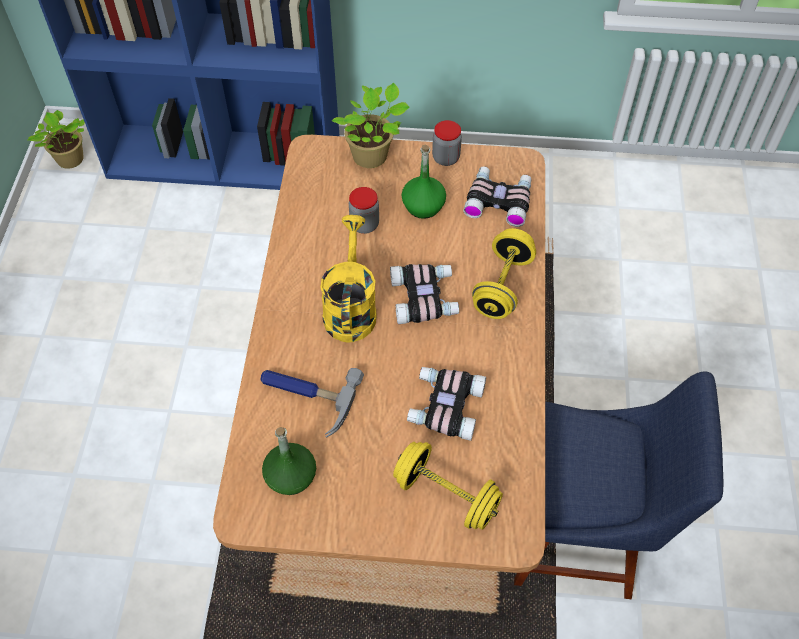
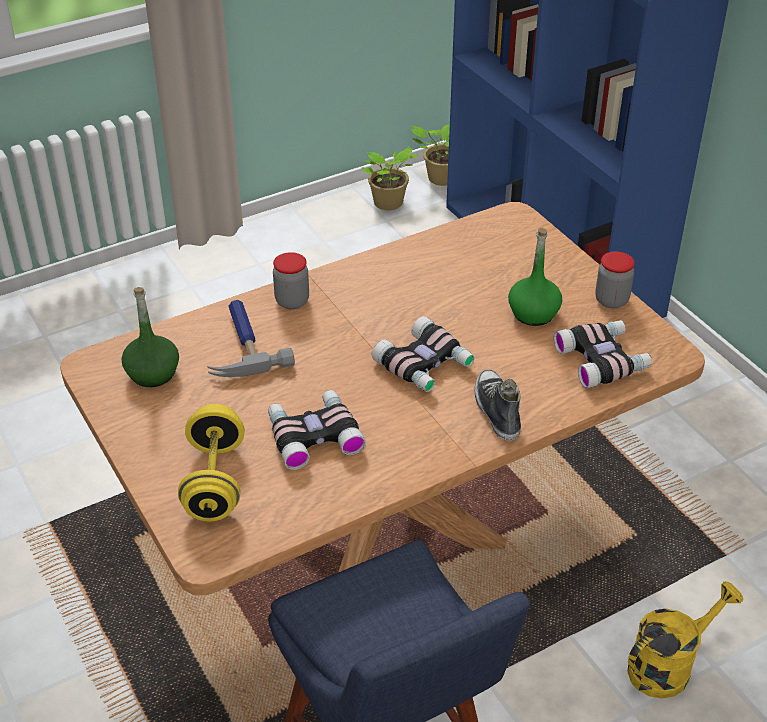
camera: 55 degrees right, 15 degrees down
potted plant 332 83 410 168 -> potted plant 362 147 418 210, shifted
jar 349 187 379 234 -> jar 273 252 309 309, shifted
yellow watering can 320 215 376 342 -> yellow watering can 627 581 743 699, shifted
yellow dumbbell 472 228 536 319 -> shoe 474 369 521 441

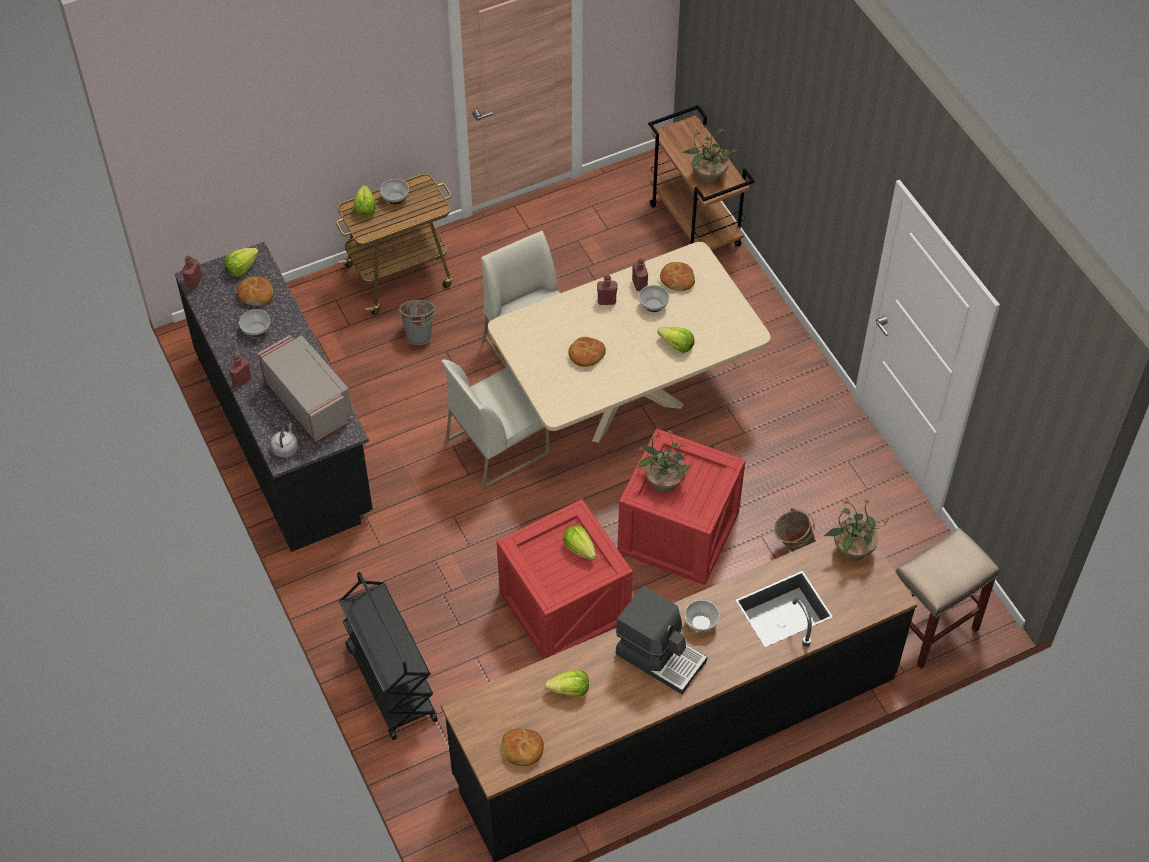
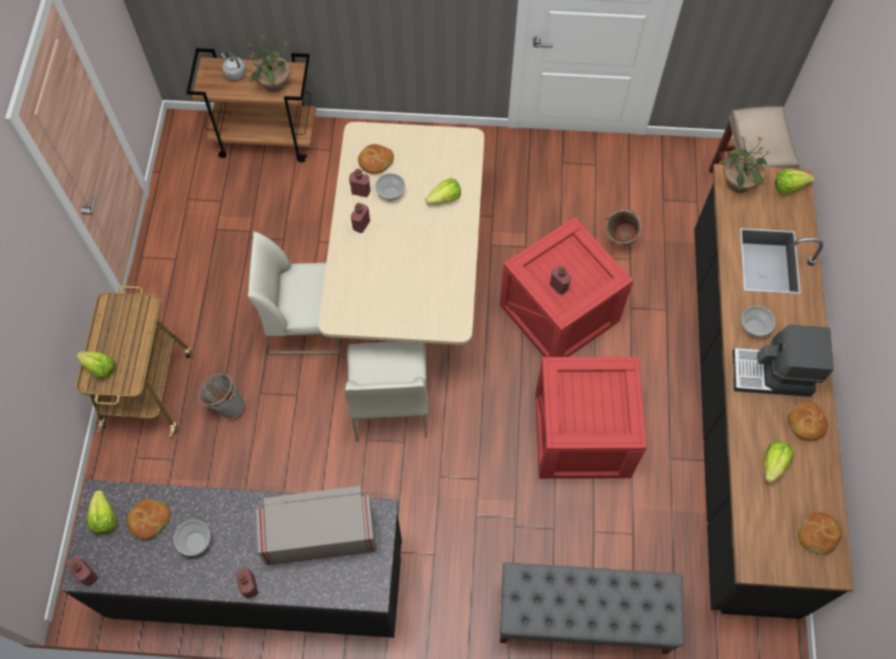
camera: 60 degrees left, 10 degrees up
bowl 380 179 409 205 -> none
bread 568 337 606 367 -> bread 788 401 828 441, shifted
grey kettle 270 423 298 458 -> grey kettle 221 52 246 80, shifted
potted plant 638 430 690 493 -> red bottle 550 266 571 295
lettuce 563 525 596 560 -> lettuce 775 170 814 194, shifted
black cart 339 572 438 740 -> grey bench 500 562 685 654
coffee machine 616 586 707 694 -> coffee machine 732 324 834 397, 150 degrees counterclockwise

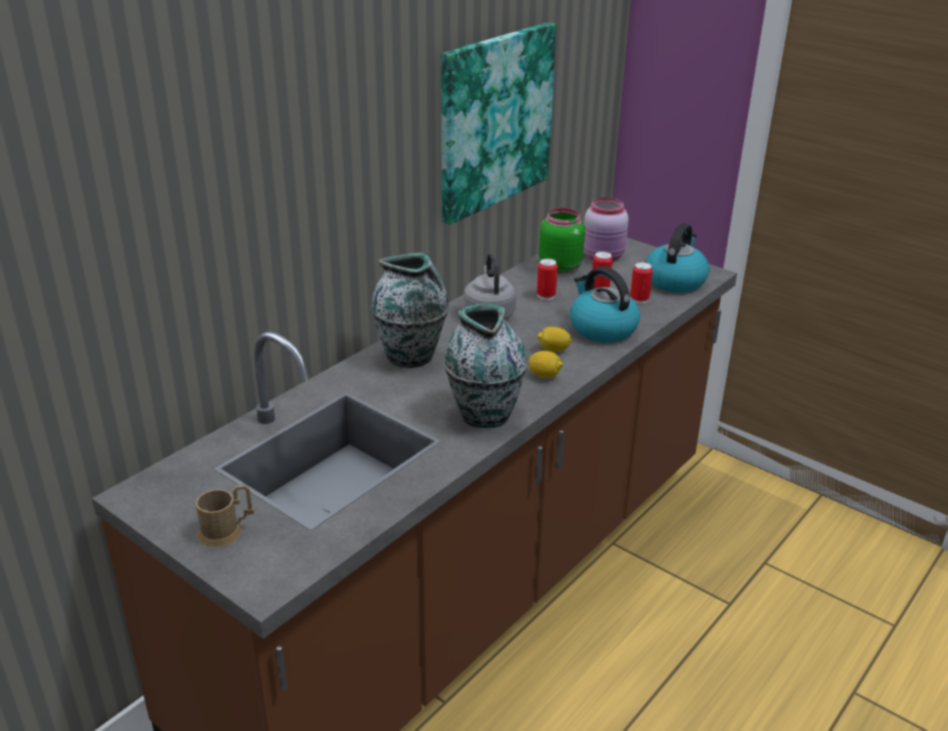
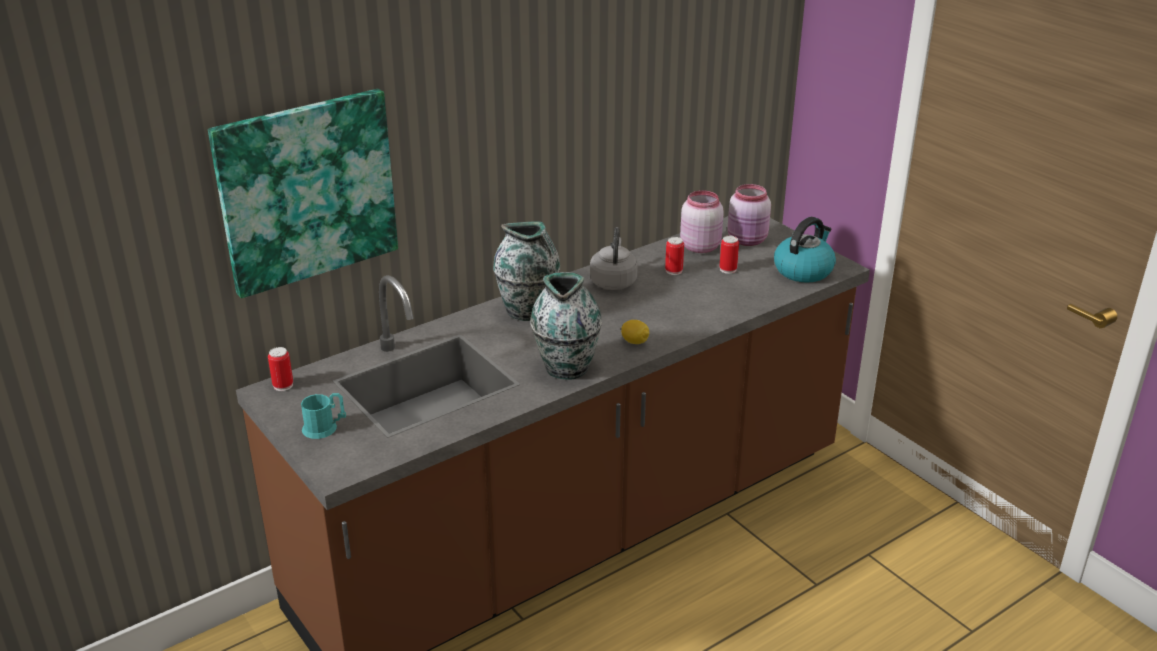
camera: 15 degrees right, 0 degrees up
picture 441 22 557 225 -> picture 208 89 398 298, shifted
green jar 539 208 585 275 -> pink jar 680 190 724 253
can 630 262 653 304 -> can 268 347 293 391, shifted
kettle 570 266 640 343 -> none
lemon 537 327 572 352 -> none
brown mug 196 485 254 547 -> turquoise mug 301 393 346 439

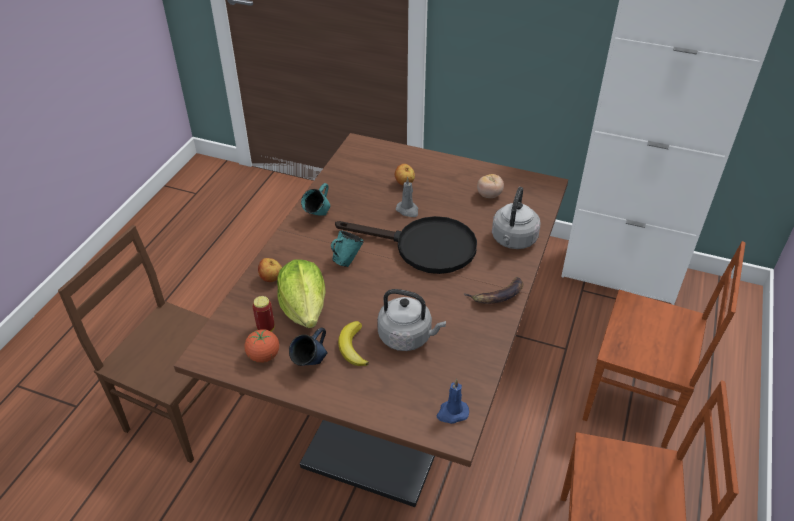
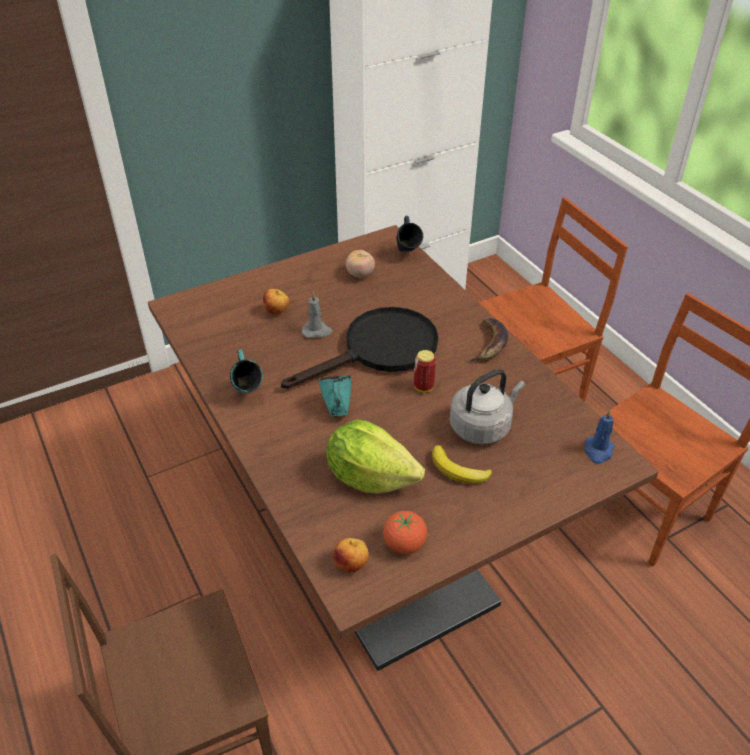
camera: 50 degrees left, 0 degrees up
grey kettle 492 187 540 249 -> none
apple 258 258 282 282 -> apple 333 538 369 573, shifted
can 252 296 275 332 -> can 414 350 436 393, shifted
blue mug 289 328 327 366 -> blue mug 397 216 423 251, shifted

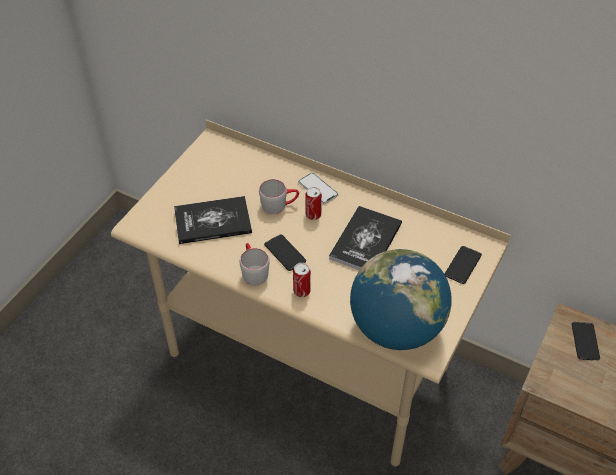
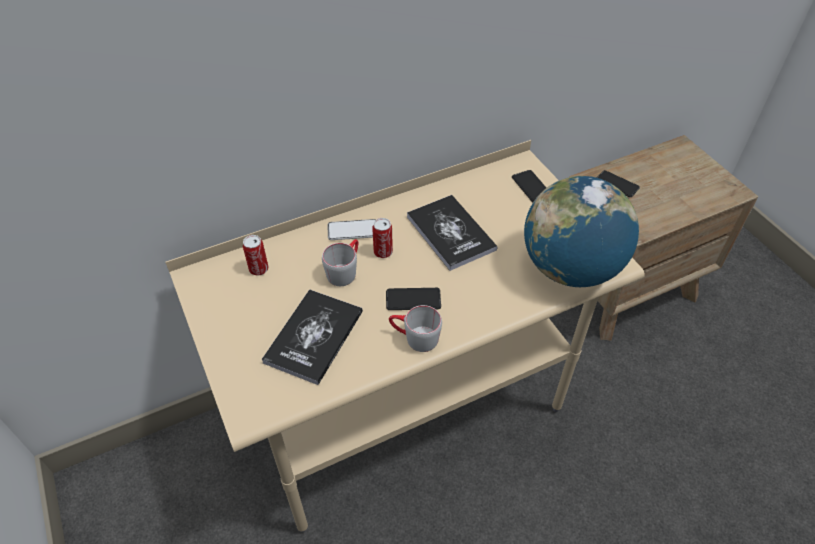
camera: 55 degrees left, 0 degrees up
can 293 263 311 297 -> can 243 235 268 276, shifted

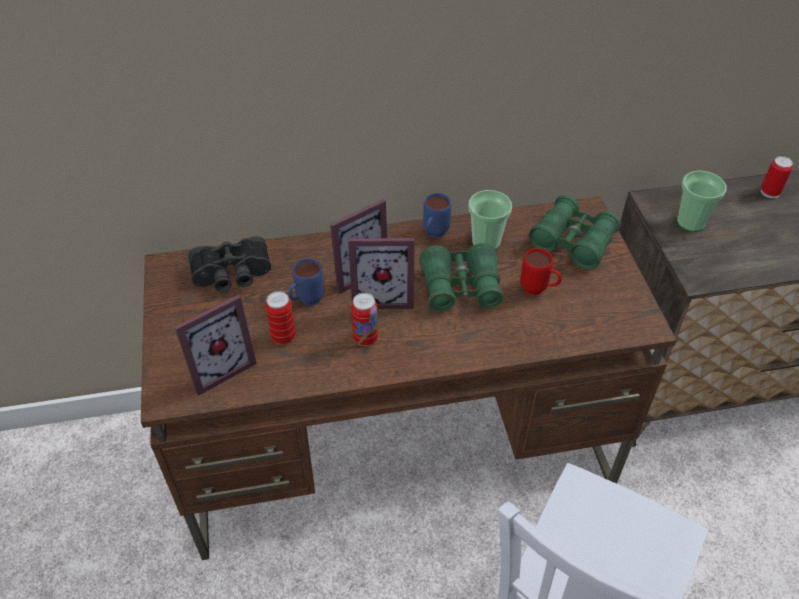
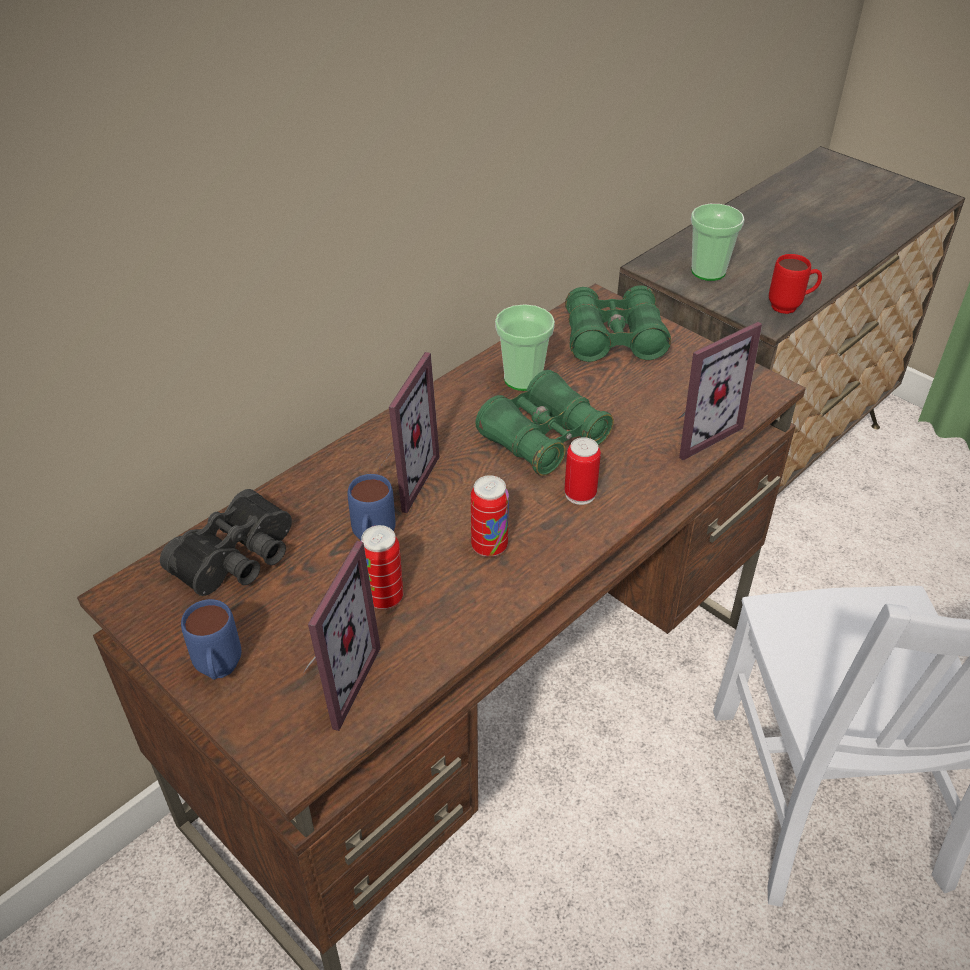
camera: 35 degrees left, 5 degrees down
can 761 156 793 198 -> can 564 437 601 505, shifted
blue mug 423 193 451 238 -> blue mug 181 599 241 680, shifted
picture frame 348 238 415 309 -> picture frame 679 322 762 460, shifted
red mug 520 248 562 295 -> red mug 769 254 822 314, shifted

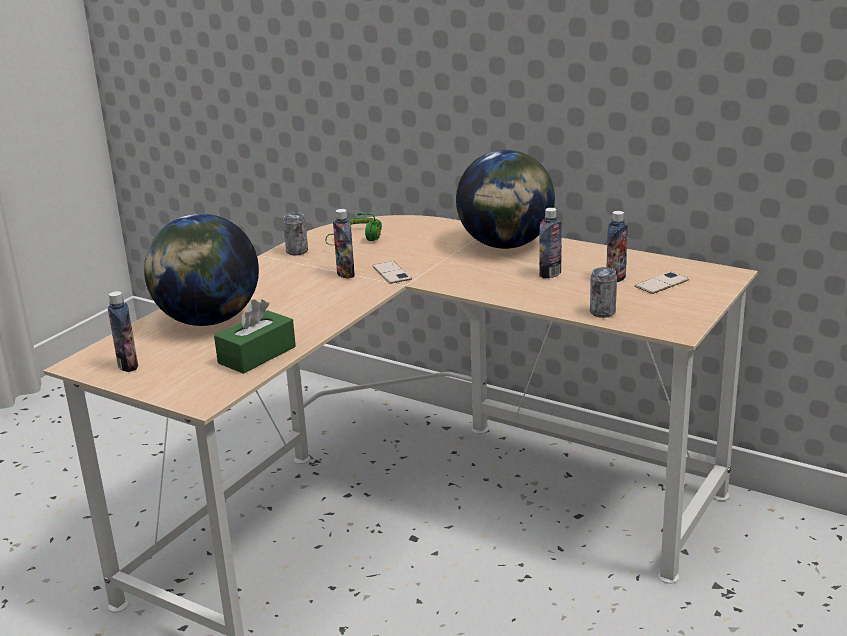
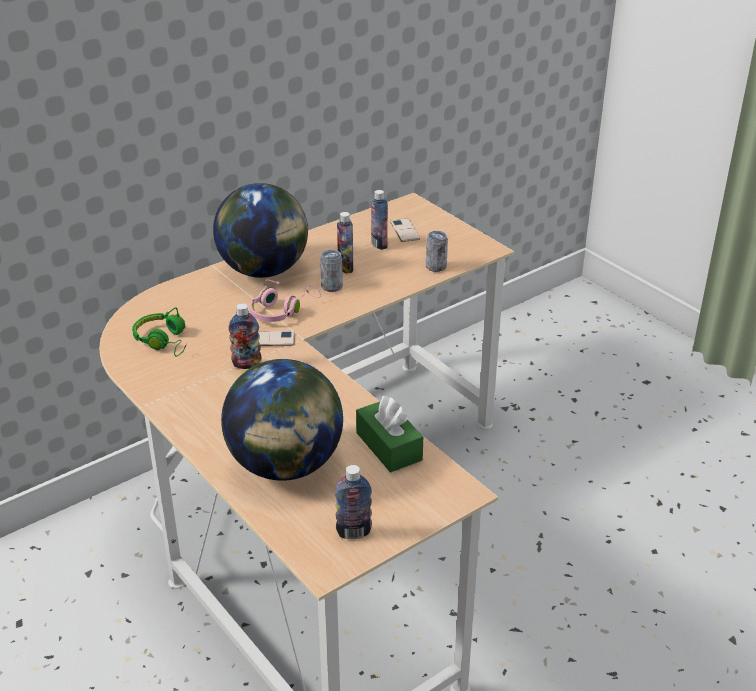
camera: 70 degrees left, 10 degrees up
can 283 212 308 255 -> can 320 250 343 292, shifted
none -> pink headphones 249 279 321 322

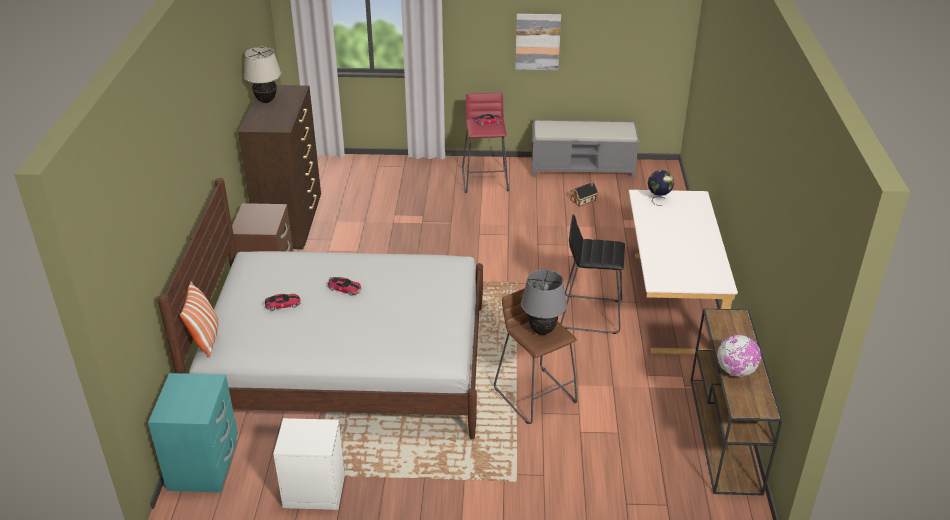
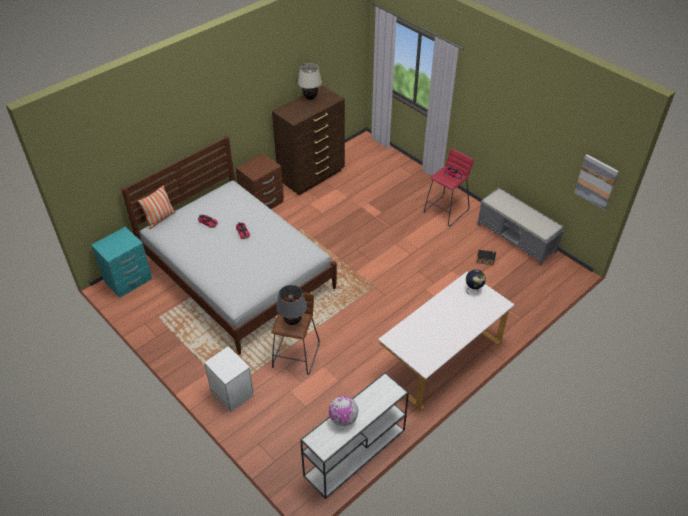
camera: 45 degrees right, 10 degrees up
picture 515 14 561 70 -> picture 574 154 619 210, shifted
black stool 560 214 625 334 -> none
brown console table 690 309 783 496 -> white console table 300 372 409 499
white nightstand 273 418 345 510 -> white nightstand 204 346 254 412, shifted

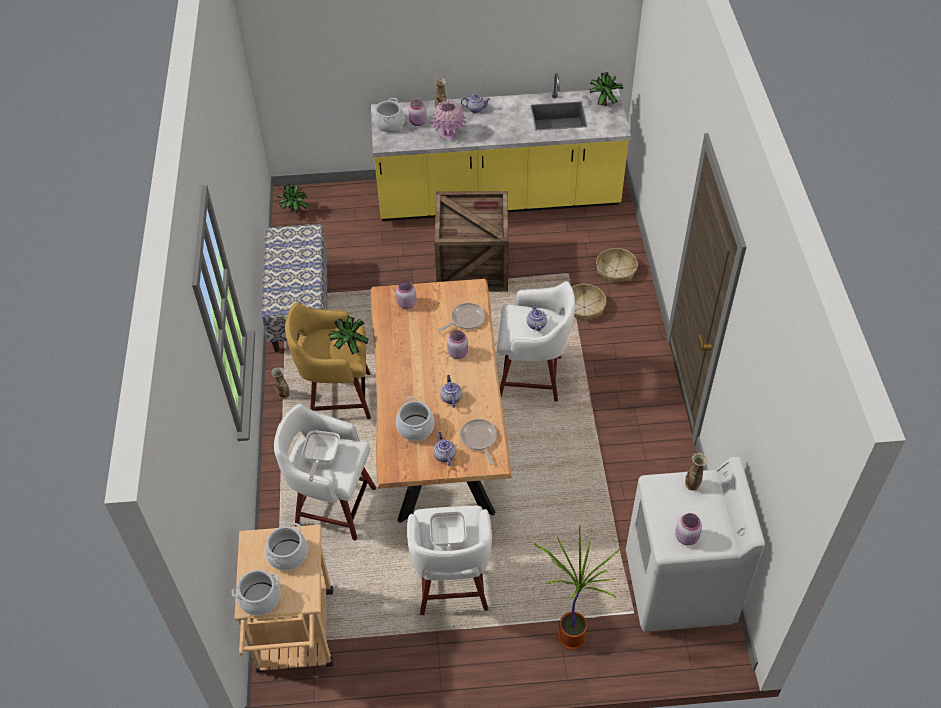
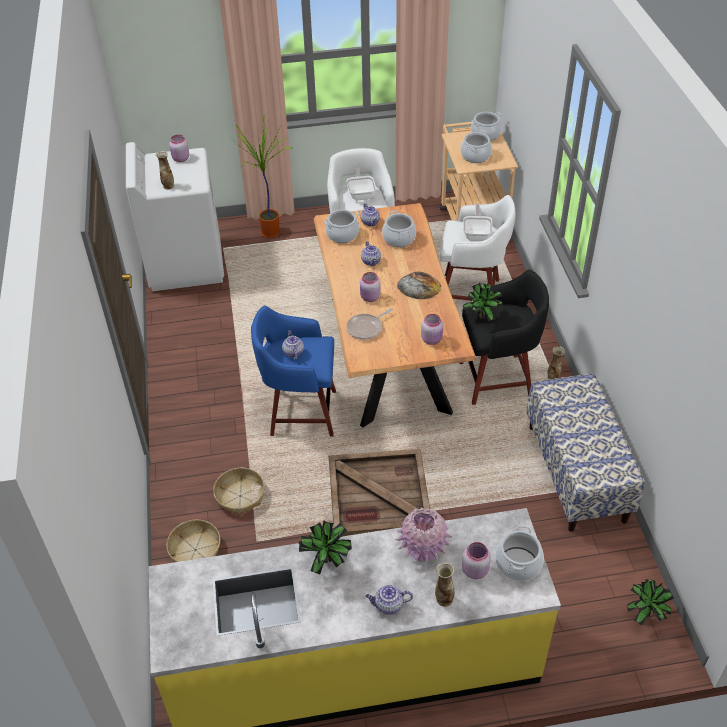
camera: 175 degrees right, 5 degrees down
potted plant 589 72 623 106 -> potted plant 299 520 352 575, shifted
white stool 497 281 575 402 -> blue stool 251 305 336 436
yellow stool 285 302 371 419 -> black stool 459 270 549 405
frying pan 460 419 497 465 -> cooking pot 324 209 359 243
none -> bread 397 272 441 299

